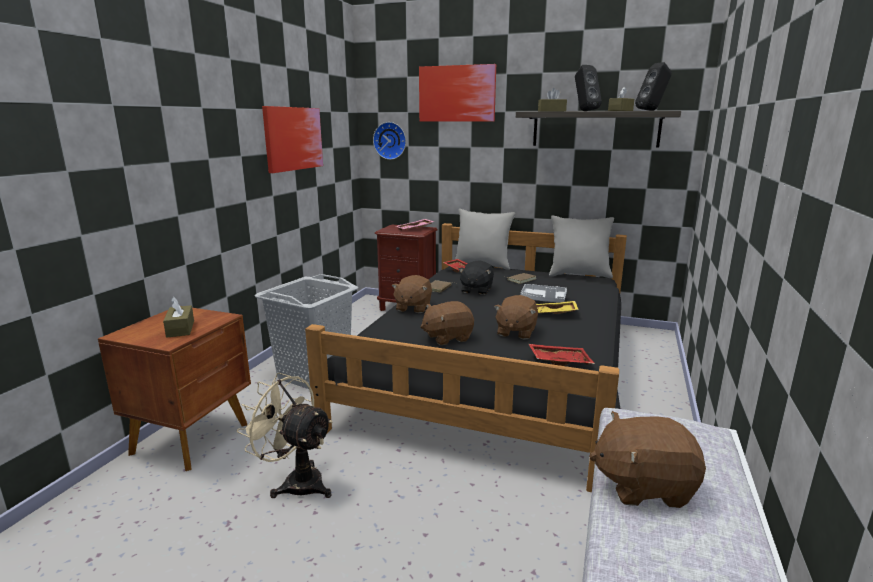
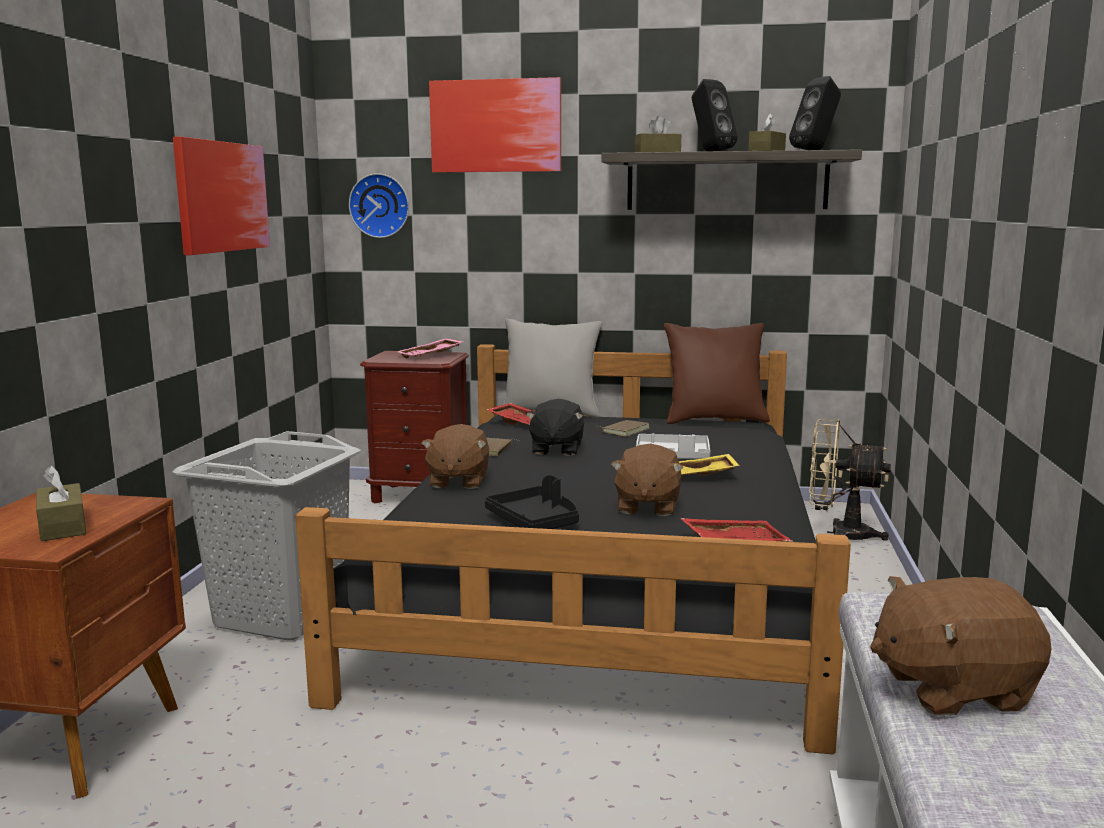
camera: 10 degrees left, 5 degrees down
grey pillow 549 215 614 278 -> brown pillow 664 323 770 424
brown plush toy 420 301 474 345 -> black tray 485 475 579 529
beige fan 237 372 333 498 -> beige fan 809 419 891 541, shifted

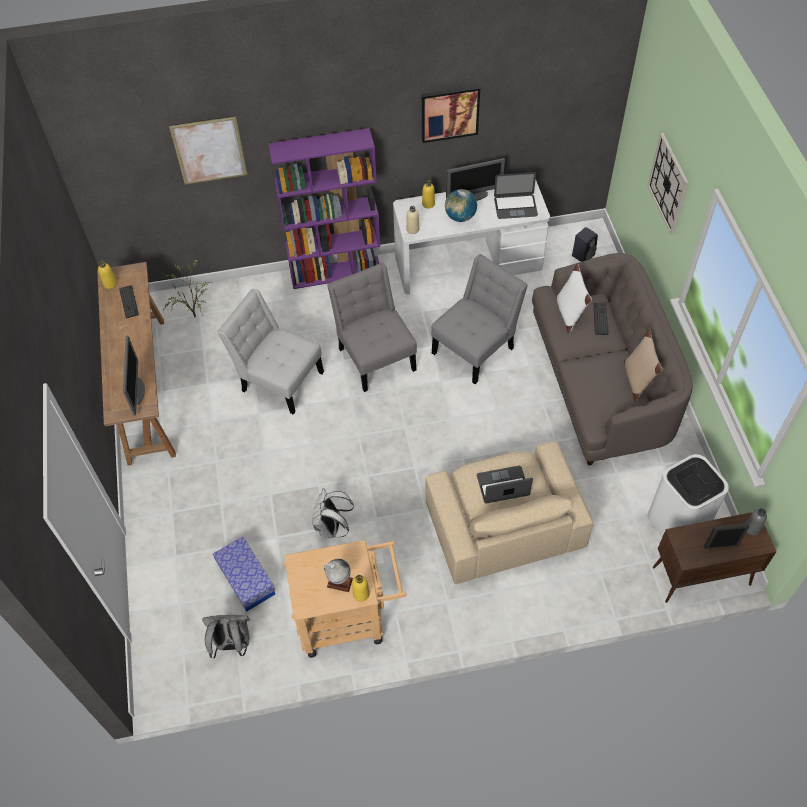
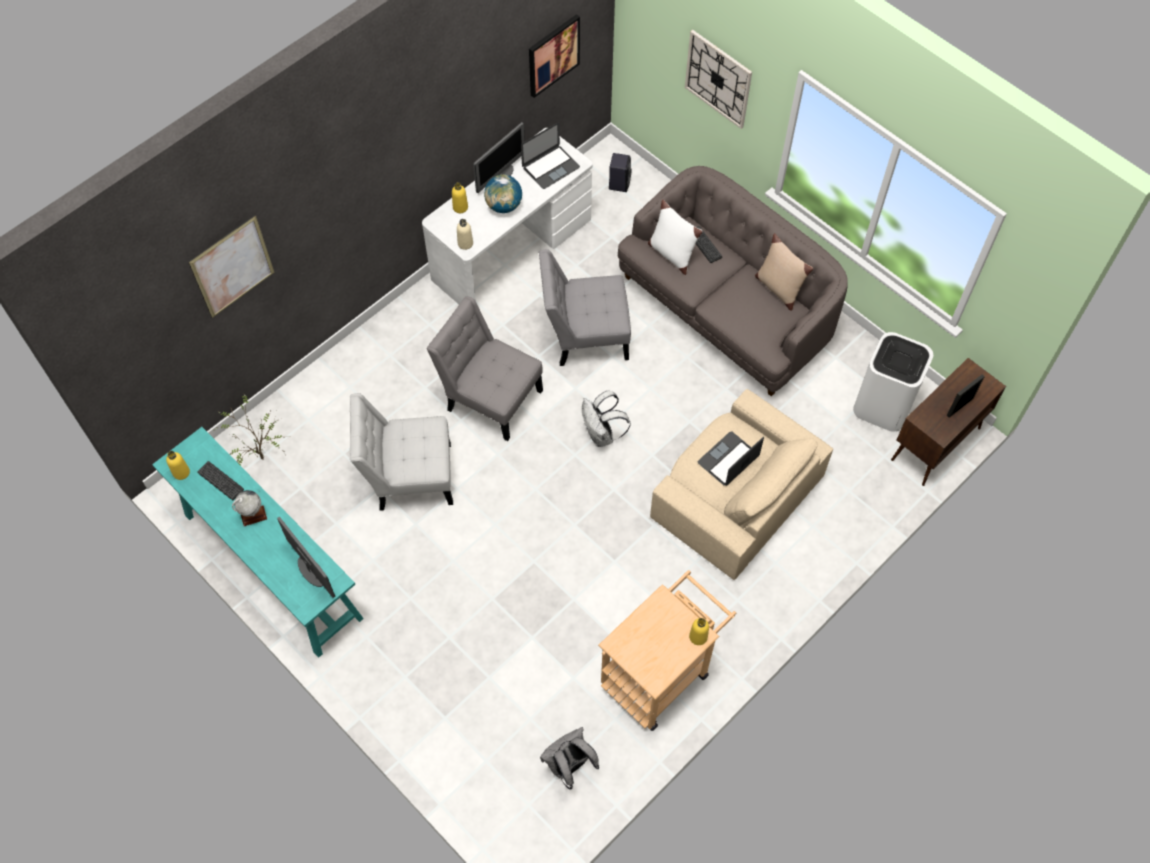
camera: 35 degrees left, 5 degrees up
picture 422 86 480 143 -> picture 529 14 580 98, shifted
purple bookcase 268 128 380 289 -> none
grey chair 431 254 528 384 -> grey chair 539 249 631 366, 105 degrees counterclockwise
brown console table 97 262 176 465 -> turquoise console table 152 427 364 658
white backpack 312 488 354 538 -> white backpack 582 391 630 447, shifted
grey bottle 745 508 767 535 -> none
storage box 213 536 275 612 -> none
globe 323 559 353 592 -> globe 232 490 267 526, shifted

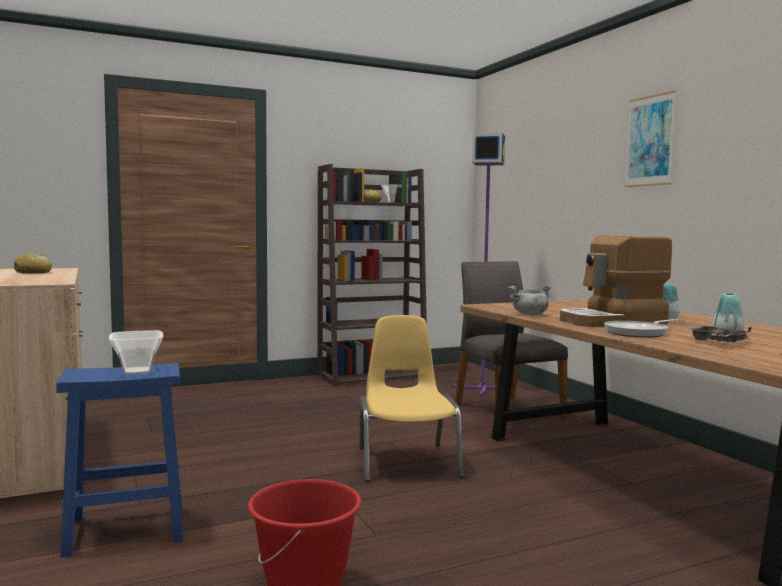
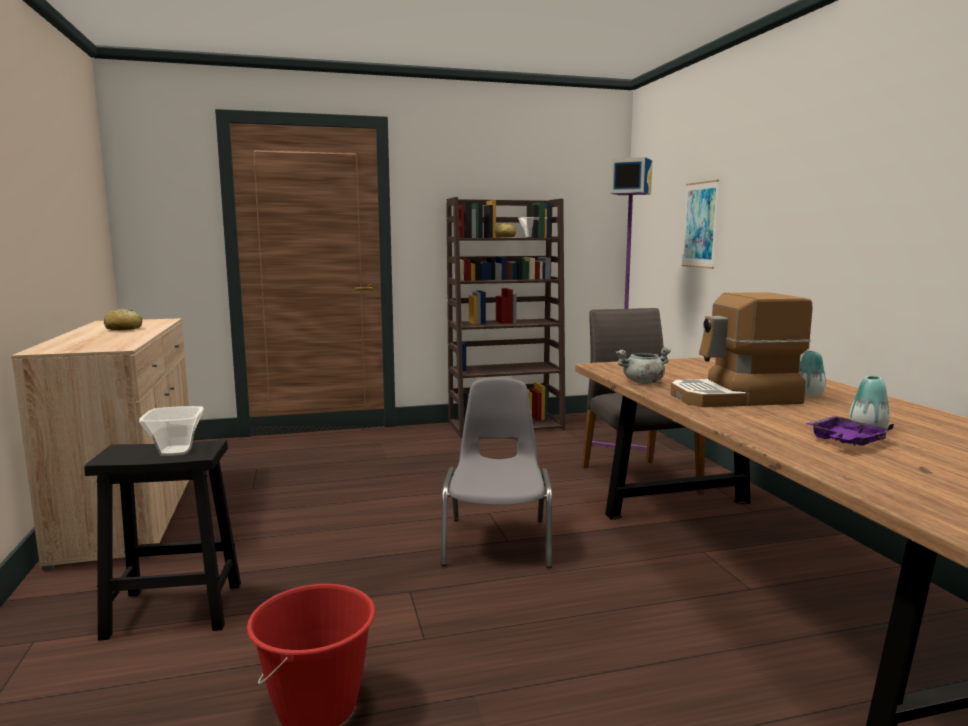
camera: 10 degrees right, 5 degrees up
picture 625 90 676 187 -> picture 682 180 719 269, shifted
yellow chair 360 315 464 482 -> grey chair 441 378 552 568
frying pan 604 319 678 338 -> none
grey tray 689 326 752 343 -> purple tray 806 416 894 446
blue stool 56 363 183 558 -> black stool 84 440 241 641

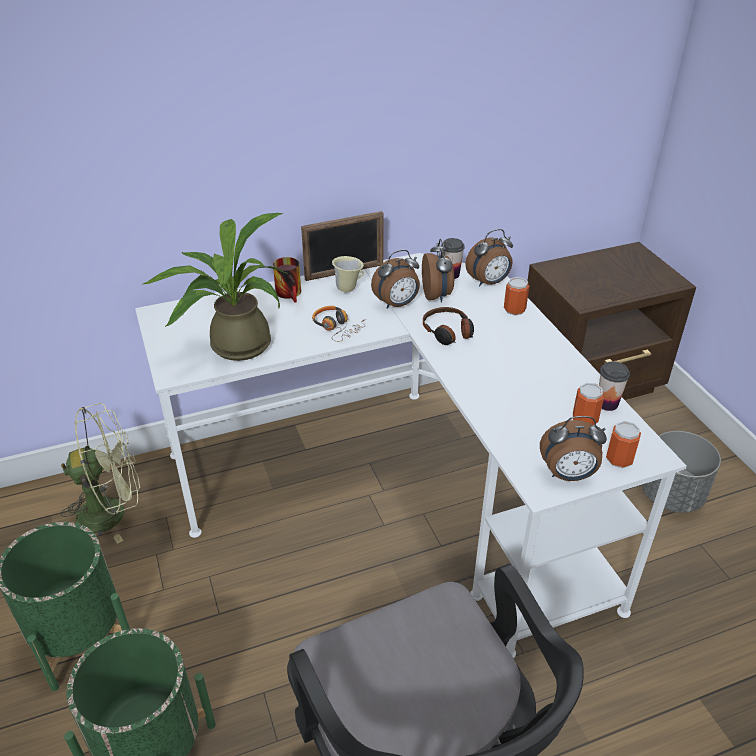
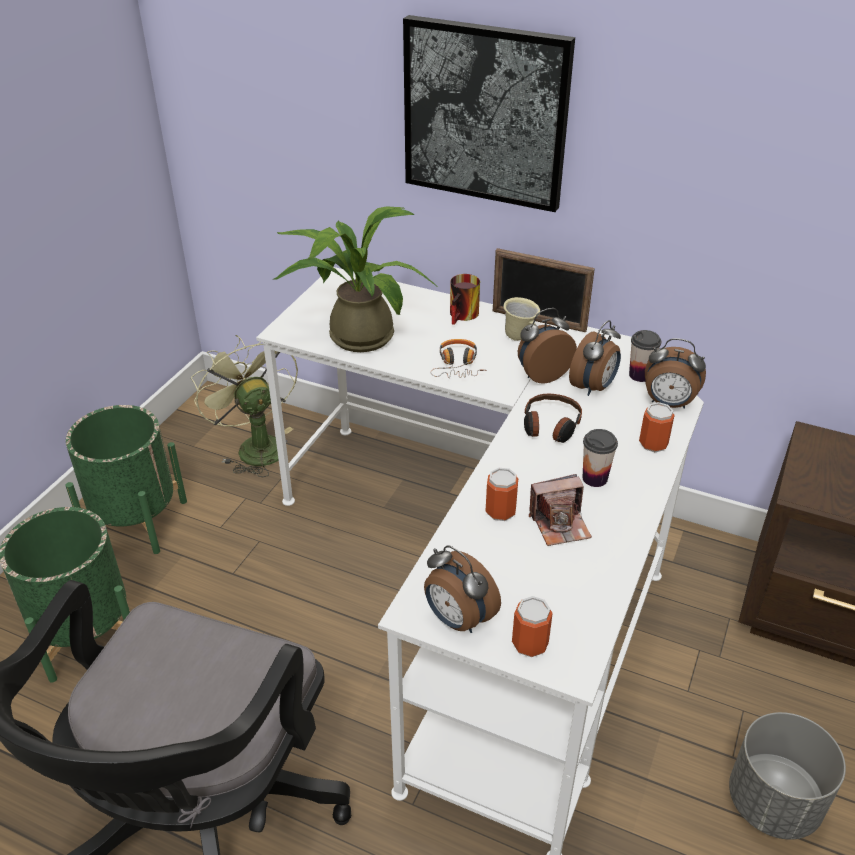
camera: 45 degrees right, 0 degrees up
alarm clock 371 250 420 309 -> alarm clock 518 308 577 384, 135 degrees clockwise
cup 599 361 630 411 -> cup 583 429 618 487, shifted
can 573 383 604 425 -> can 485 468 518 521, shifted
green fan 61 403 140 544 -> green fan 191 335 298 477, 150 degrees counterclockwise
none -> picture 403 15 575 212
none -> photo camera 529 474 592 546

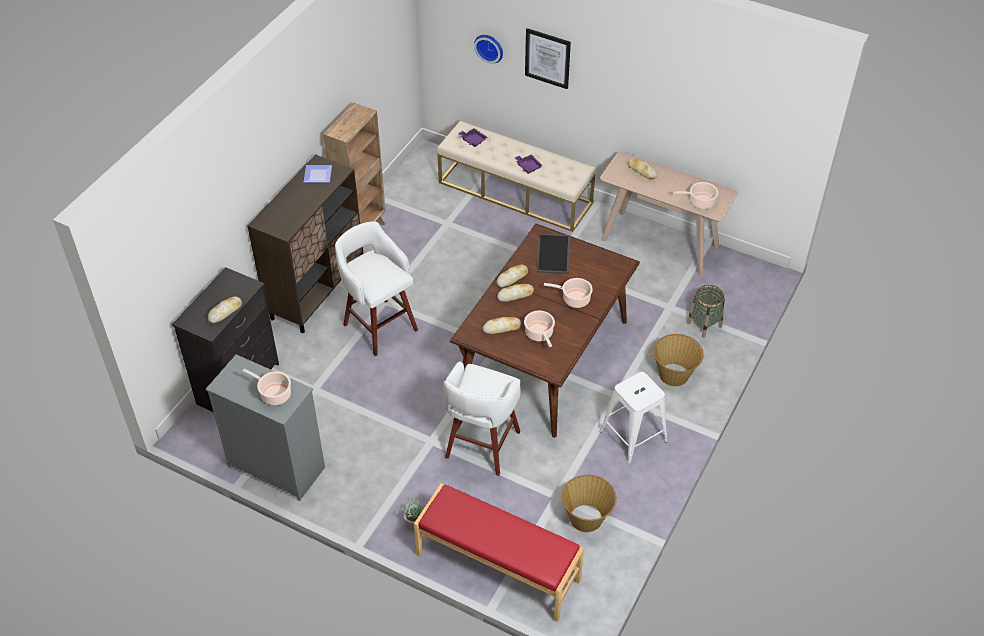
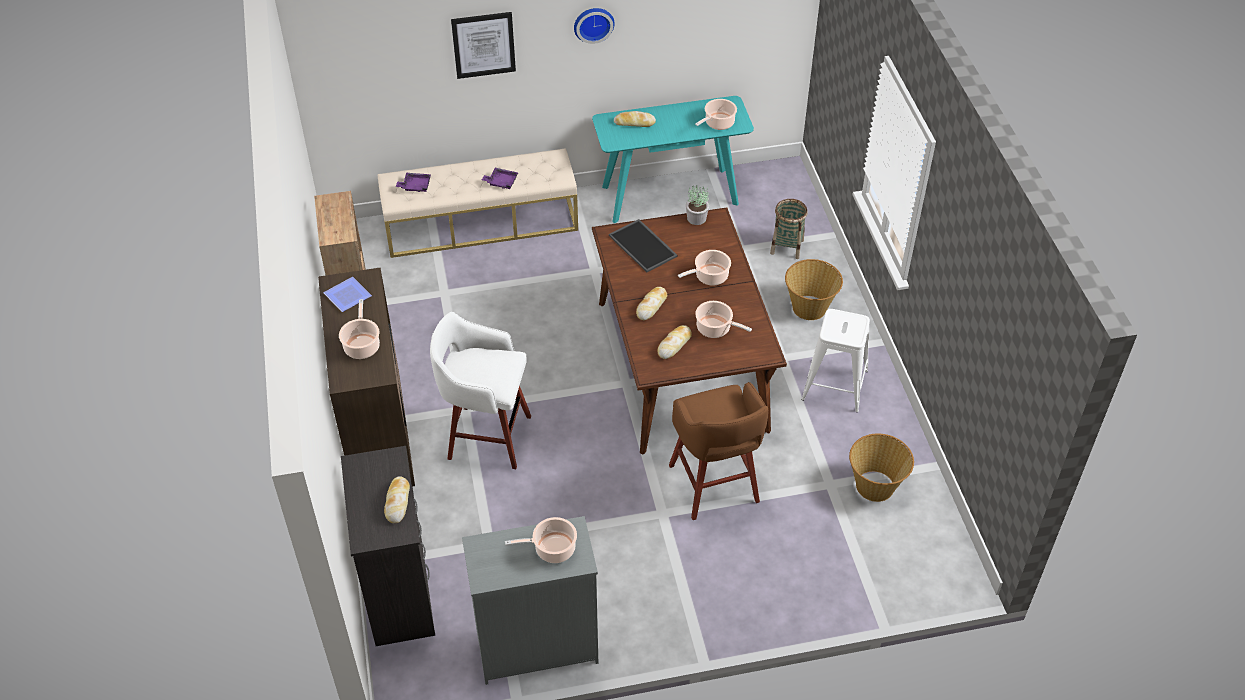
camera: 40 degrees left, 0 degrees up
wall clock 474 35 503 64 -> wall clock 574 8 615 44, shifted
beige console table 600 152 738 277 -> turquoise console table 592 96 754 223
bread 496 265 528 288 -> none
white stool 443 361 521 476 -> brown stool 669 382 768 520
red bench 414 484 584 622 -> none
potted plant 403 498 423 530 -> potted plant 686 186 709 225, shifted
none -> cooking pot 339 299 380 359

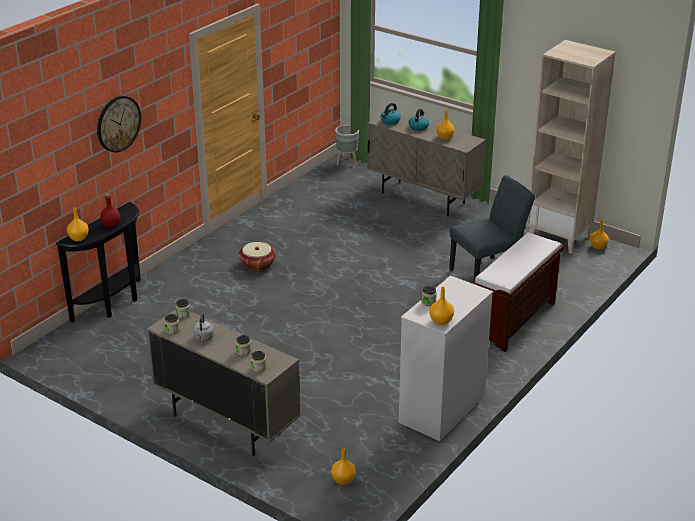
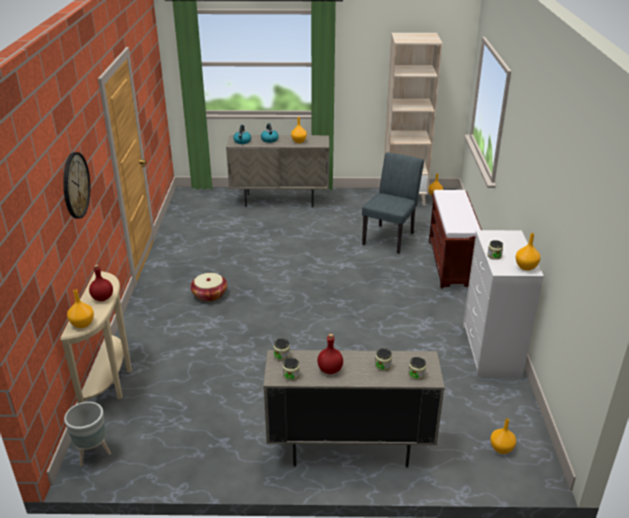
camera: 35 degrees left, 0 degrees up
grey planter 335 125 359 166 -> grey planter 64 402 111 467, shifted
black console table 56 202 141 323 -> beige console table 60 271 132 404
grey kettle 193 313 214 341 -> red bottle 317 334 343 374

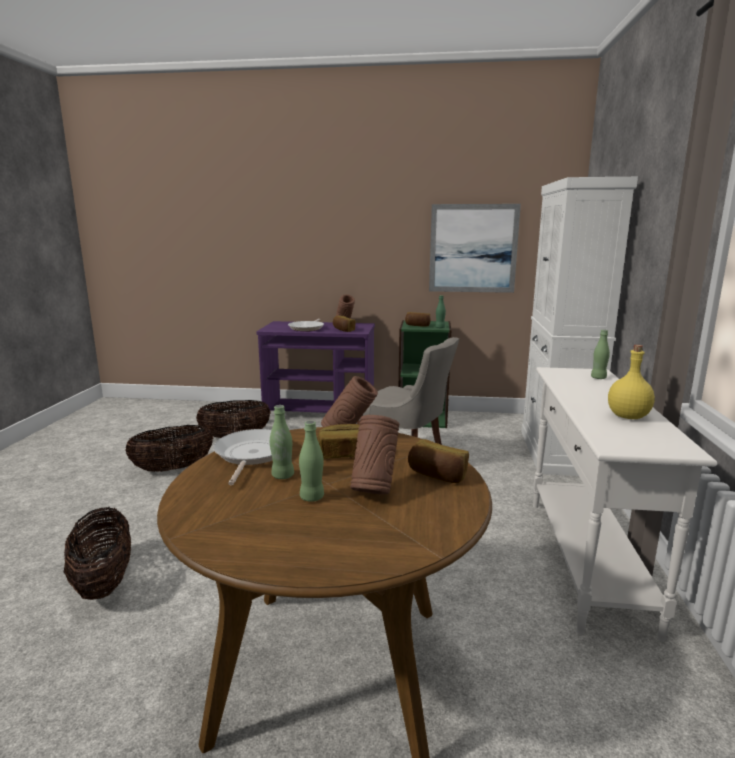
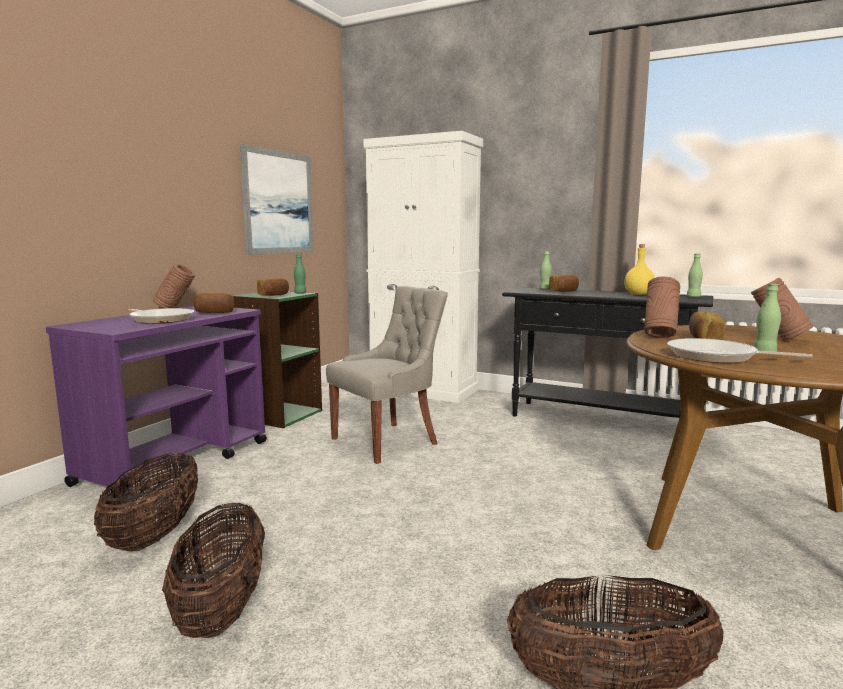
camera: 70 degrees left, 5 degrees down
white console table 533 367 717 642 -> black console table 502 287 714 418
green bottle 299 421 324 502 -> green bottle 687 254 703 298, shifted
bread 408 439 469 483 -> bread 549 275 579 292, shifted

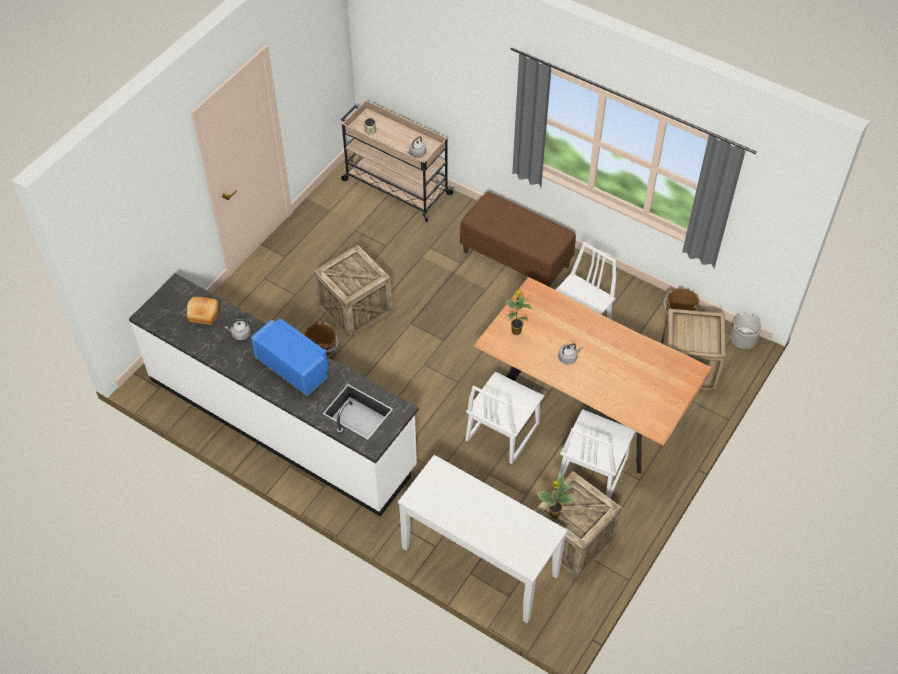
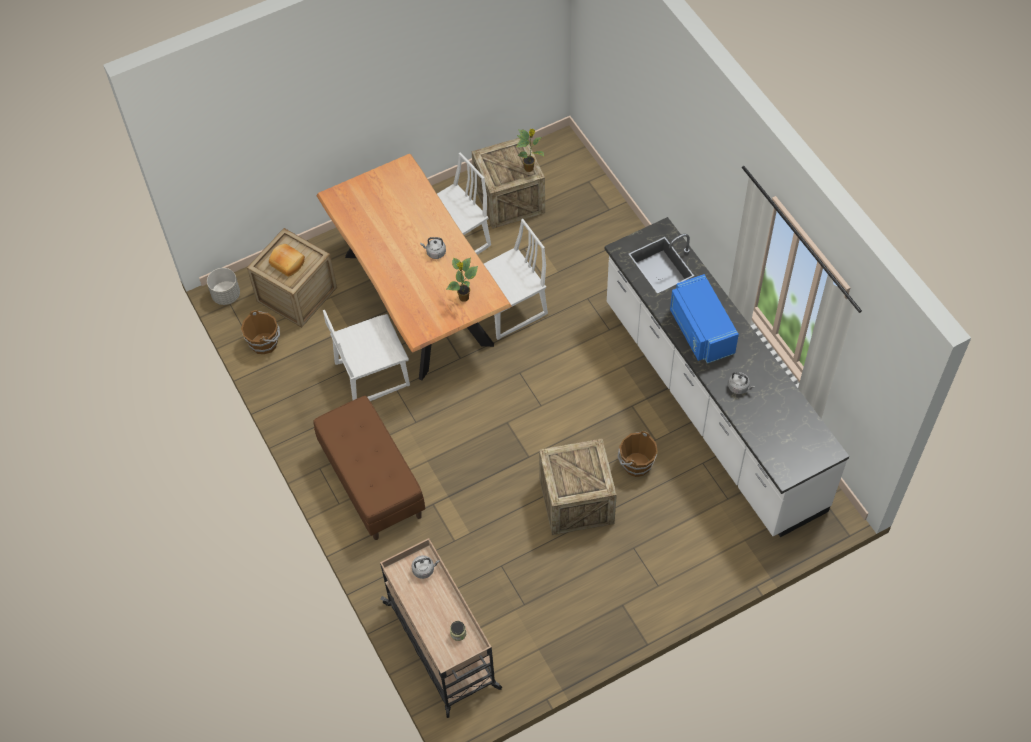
camera: 150 degrees left, 5 degrees up
bread 187 297 219 325 -> bread 269 244 305 277, shifted
white console table 398 455 568 623 -> none

